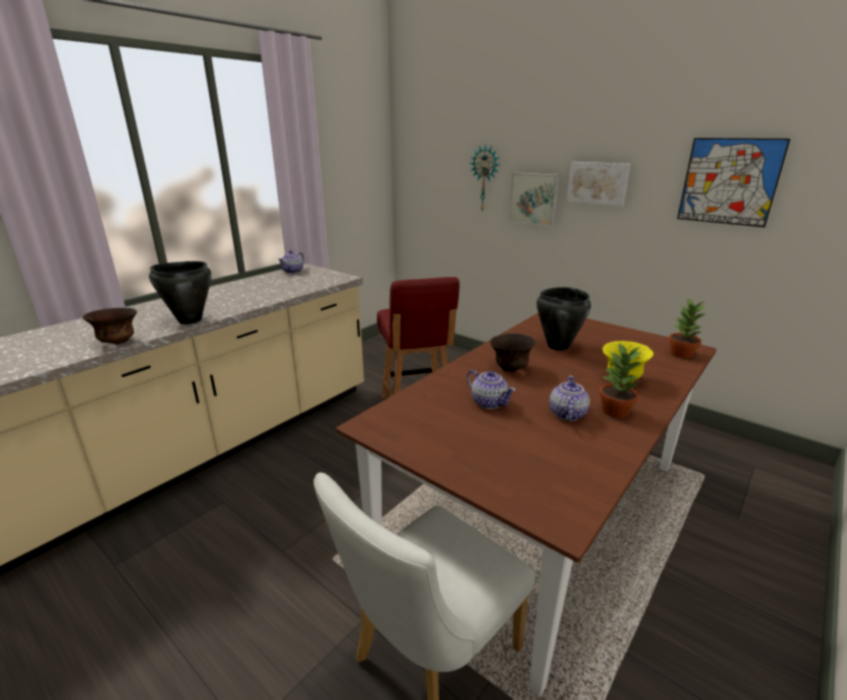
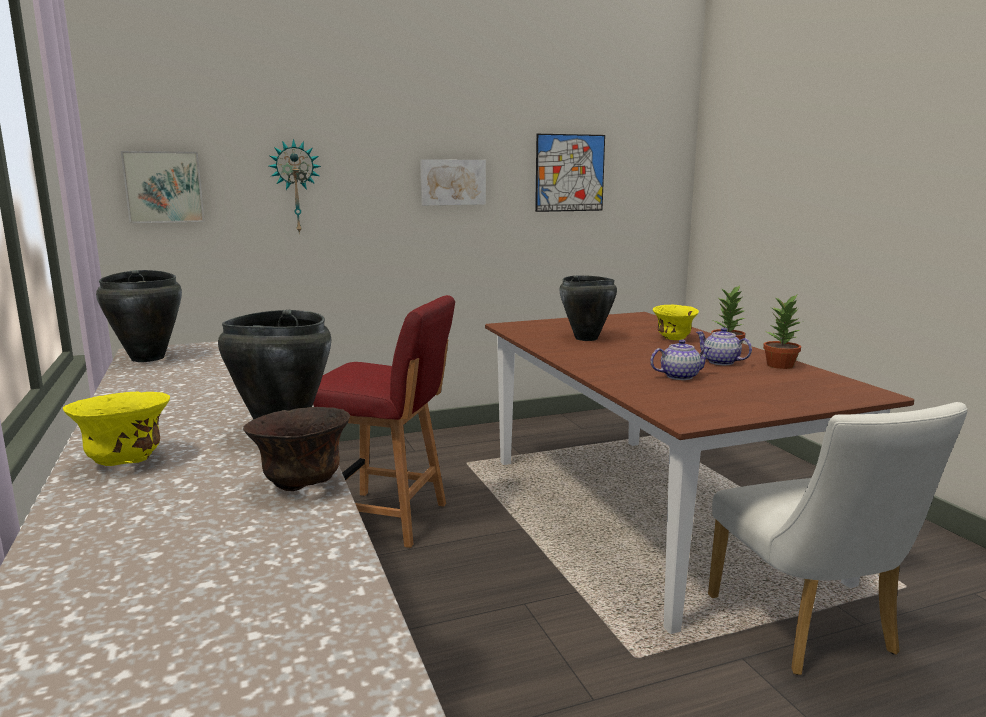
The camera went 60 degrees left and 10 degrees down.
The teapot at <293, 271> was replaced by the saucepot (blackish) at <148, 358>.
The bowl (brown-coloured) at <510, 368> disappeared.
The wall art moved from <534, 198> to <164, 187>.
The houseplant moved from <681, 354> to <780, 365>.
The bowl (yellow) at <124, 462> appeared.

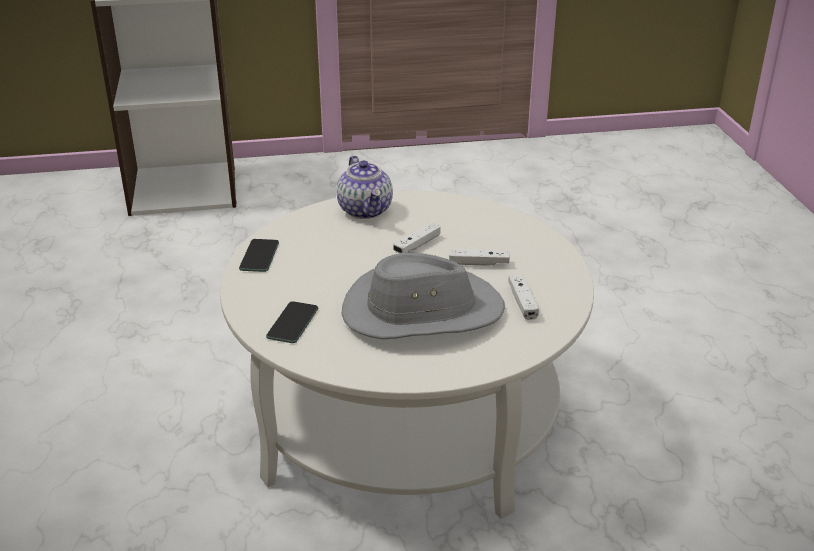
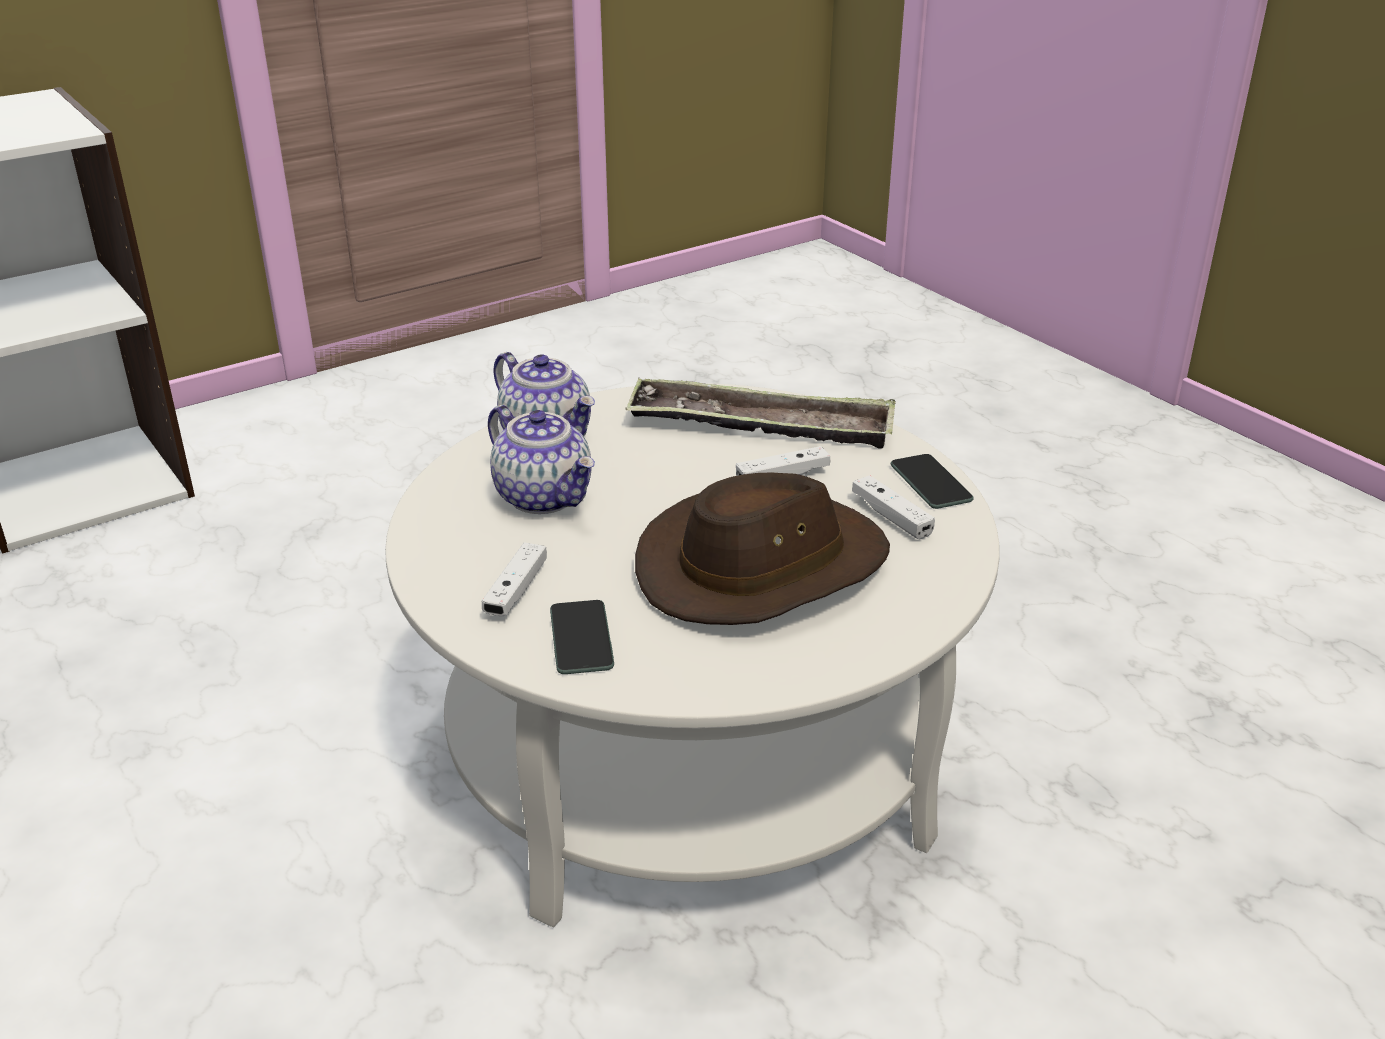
The camera went 25 degrees left and 0 degrees up.
The handset moved from <259, 256> to <930, 482>.
The hat (grey) at <421, 311> became the hat (brown-coloured) at <762, 567>.
The gamepad (whitish) moved from <417, 245> to <516, 591>.
The teapot at <545, 497> appeared.
The tray at <761, 425> appeared.

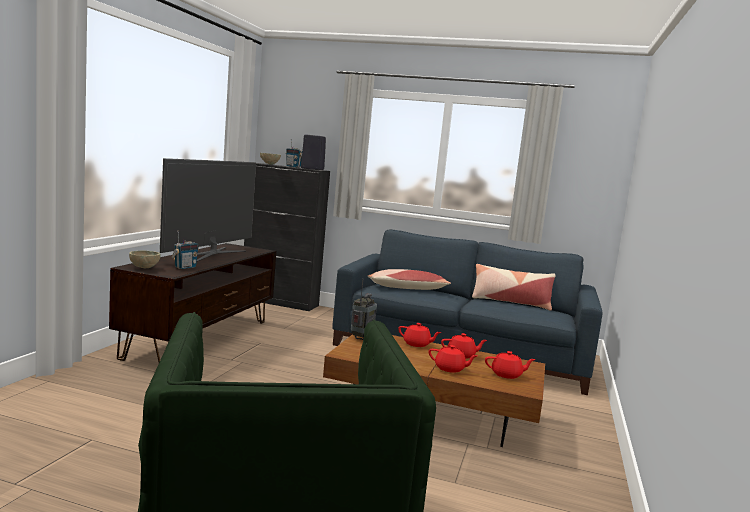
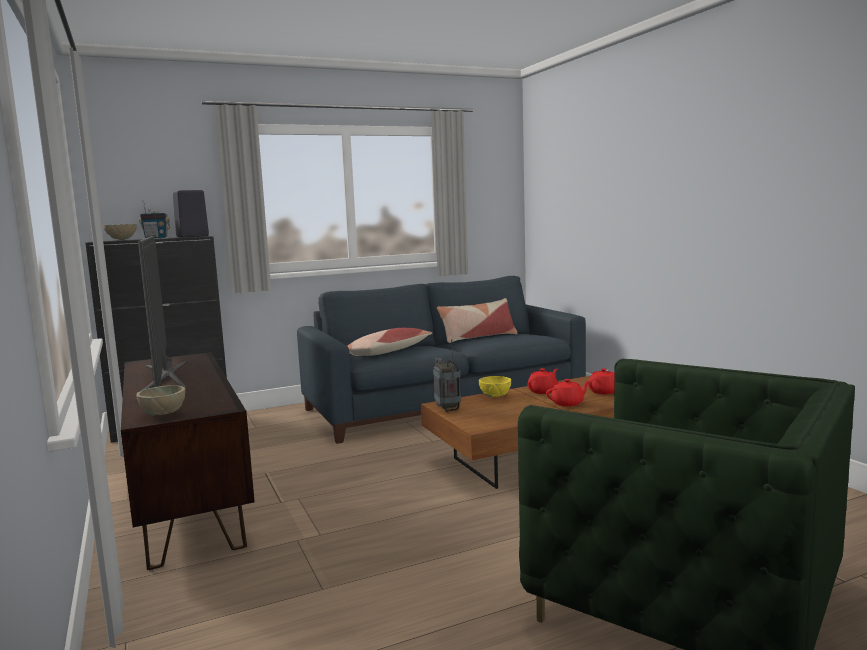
The camera went 40 degrees left and 0 degrees up.
The radio at <185, 267> disappeared.
The teapot (reddish) at <417, 344> was replaced by the bowl (yellow) at <495, 396>.

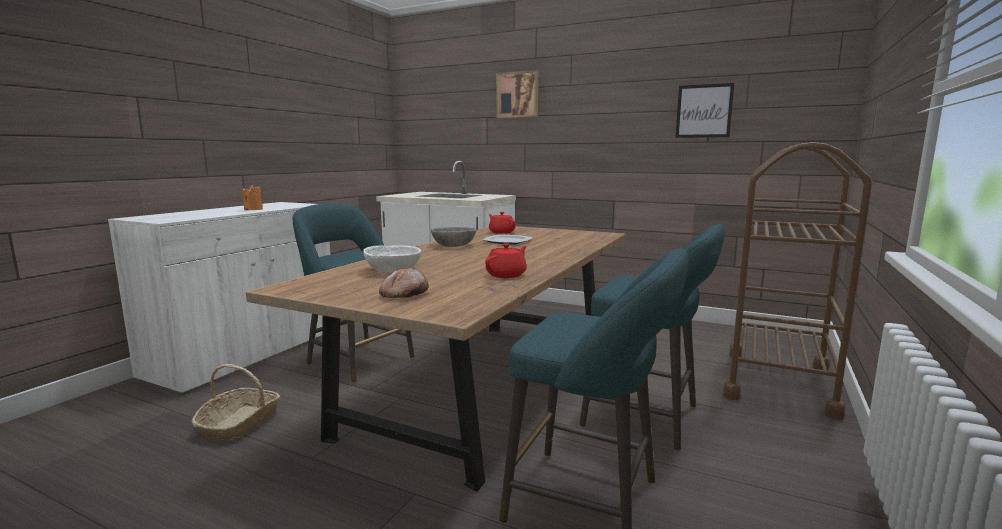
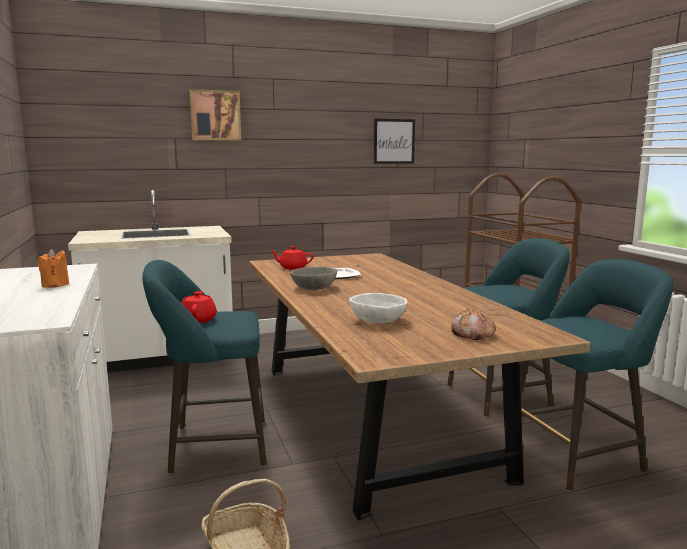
The camera went 45 degrees left and 0 degrees up.
The teapot (reddish) moved from <507, 275> to <198, 319>.

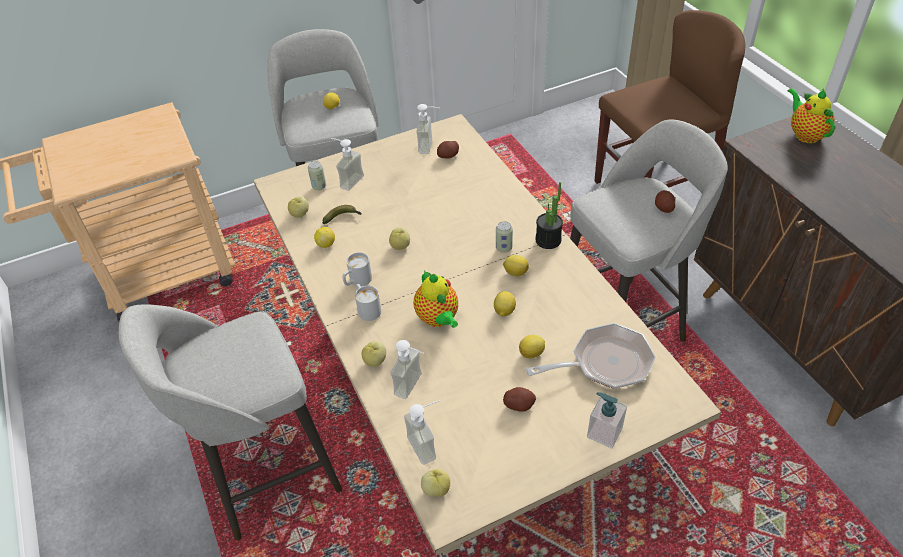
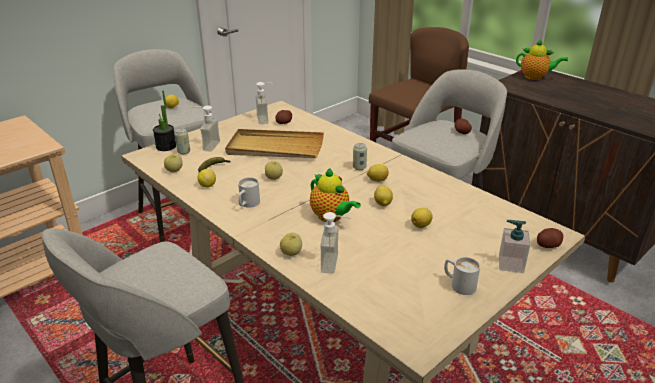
The camera went 20 degrees left and 15 degrees down.
The tea mug (whitish) moved from <367, 308> to <458, 284>.
The soap dispenser at <428, 444> disappeared.
The apple fruit at <436, 489> disappeared.
The potato moved from <519, 405> to <548, 245>.
The pan at <605, 363> disappeared.
The houseplant moved from <548, 240> to <166, 146>.
The teapot at <805, 134> turned 150 degrees clockwise.
The tray (sand-coloured) at <275, 148> appeared.

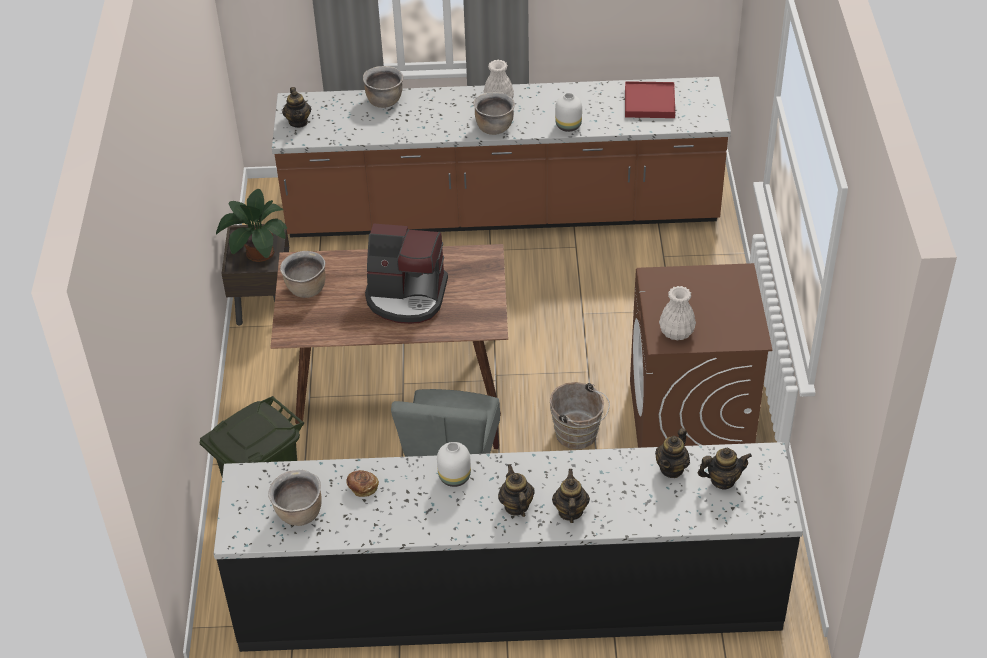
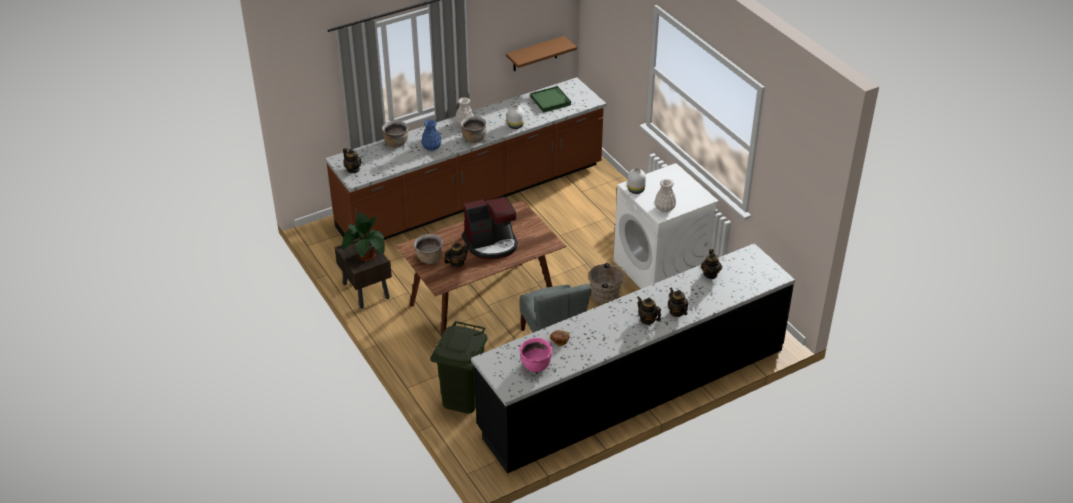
The camera went 30 degrees left and 5 degrees down.
The saucepot (brown-coloured) at <299, 514> became the saucepot (pink) at <536, 366>.
The decorative vase (whitish) moved from <455, 476> to <636, 190>.
The tray (reddish) at <649, 102> became the tray (greenish) at <550, 101>.
The laundry appliance (brown-coloured) at <690, 422> became the laundry appliance (whitish) at <661, 270>.
The teapot moved from <722, 480> to <457, 263>.
The decorative vase (bluish) at <431, 147> appeared.
The shelf (brown-coloured) at <535, 54> appeared.

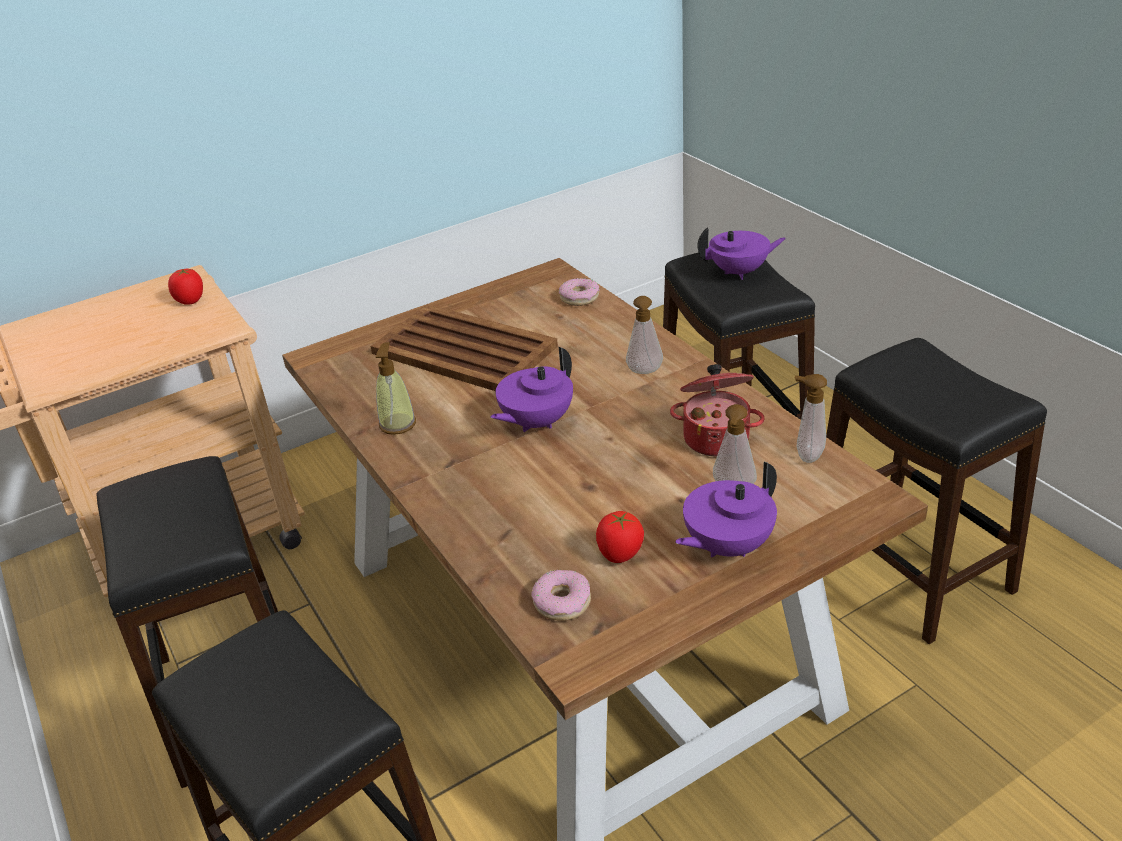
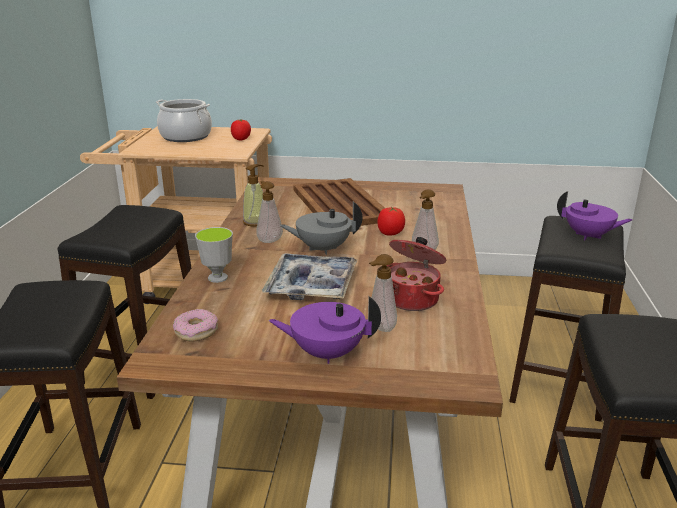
The camera went 35 degrees right and 10 degrees down.
The teapot (purple) at <536, 422> became the teapot (grey) at <322, 249>.
The donut at <579, 298> disappeared.
The whole tomato moved from <620, 554> to <390, 233>.
The soap dispenser moved from <806, 455> to <269, 240>.
The saucepot at <185, 137> appeared.
The cup at <217, 278> appeared.
The tray at <311, 285> appeared.

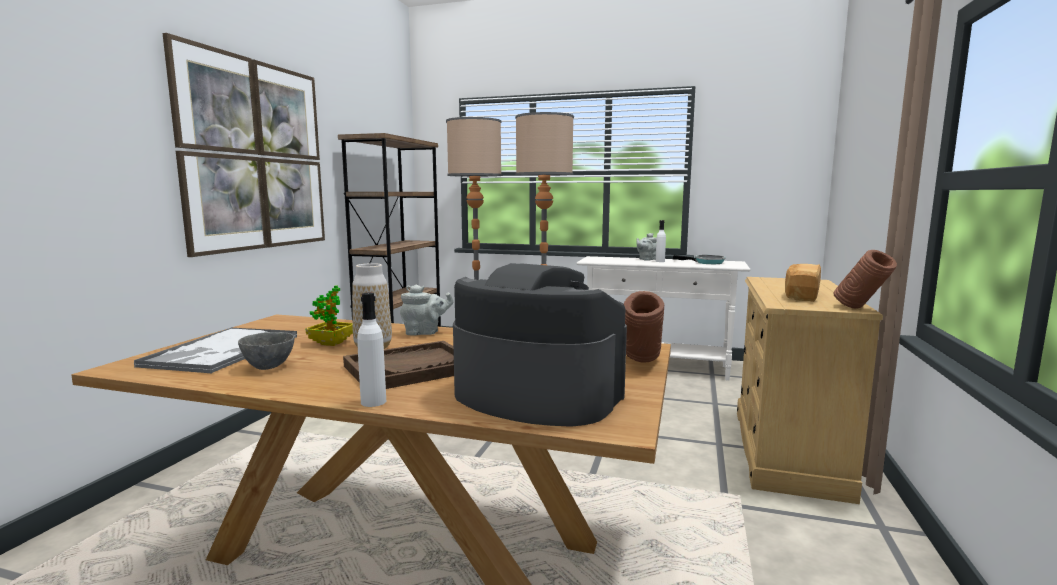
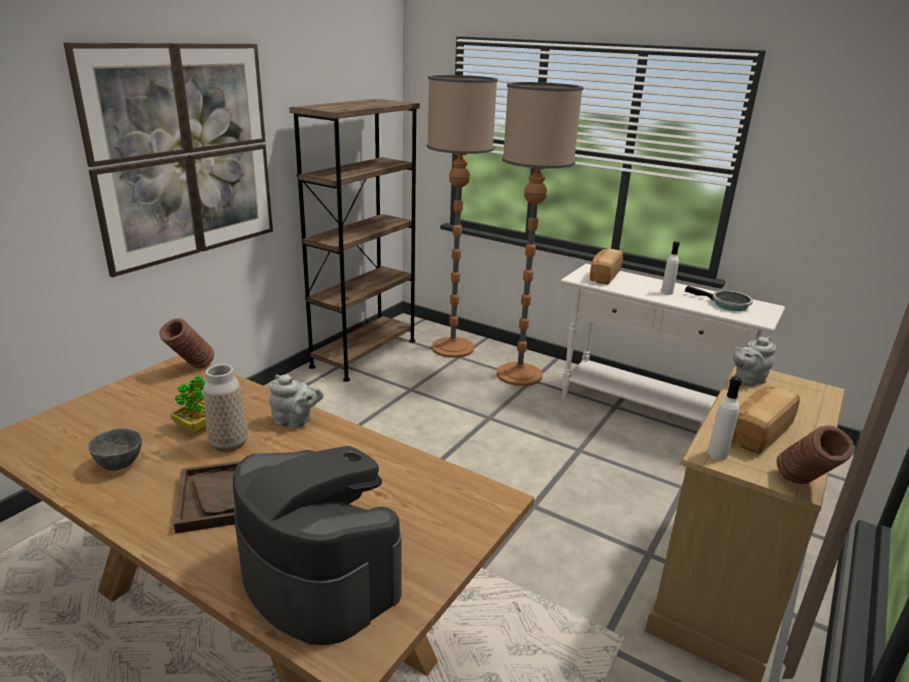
The camera went 15 degrees right and 15 degrees up.
The tray at <222, 351> disappeared.
The bottle (whitish) moved from <373, 402> to <717, 454>.
The decorative vase (brown-coloured) moved from <641, 364> to <191, 369>.
The teapot (grey) moved from <646, 259> to <747, 380>.
The bakery bread at <603, 276> appeared.

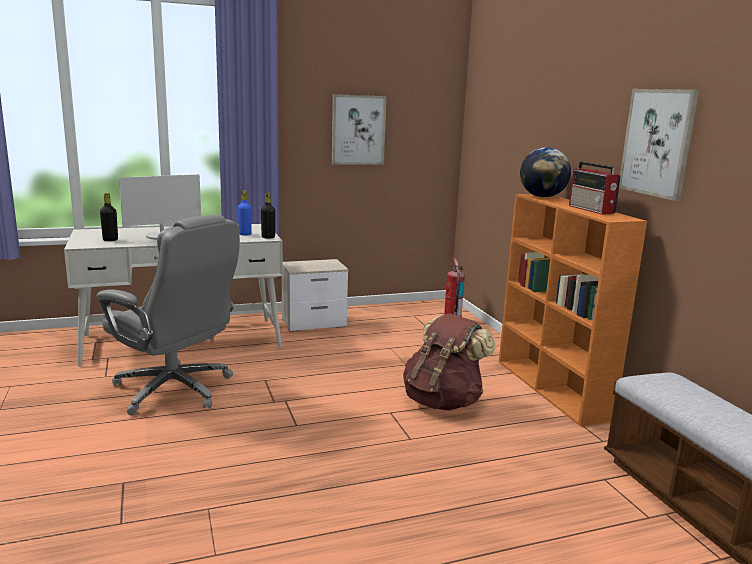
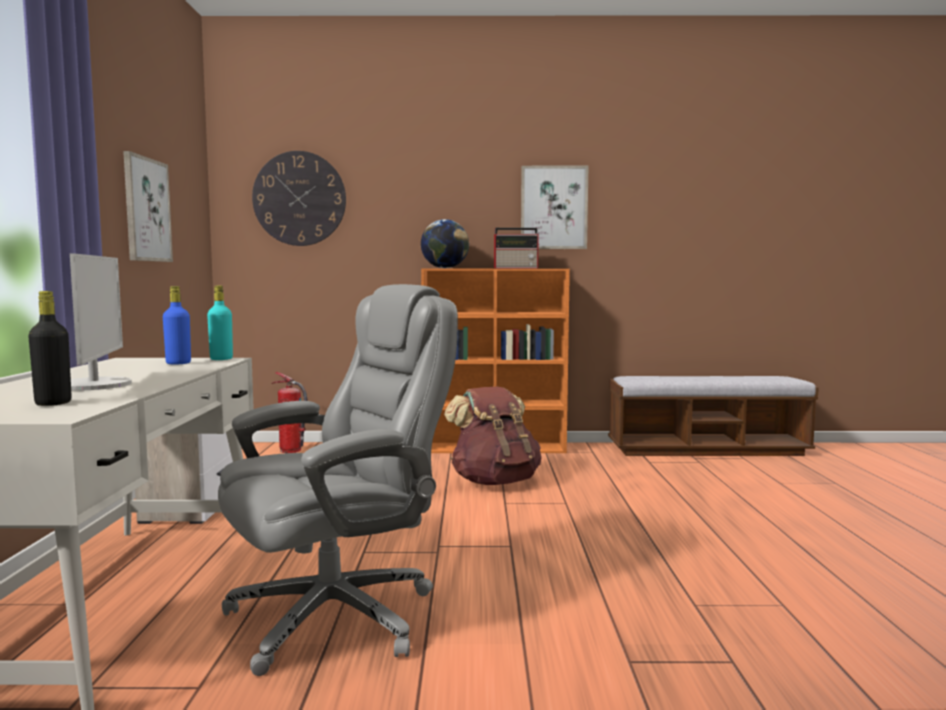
The camera went 70 degrees left and 10 degrees down.
The bottle (blackish) at <268, 237> became the bottle (turquoise) at <221, 359>.
The clock on the wall at <299, 198> appeared.

